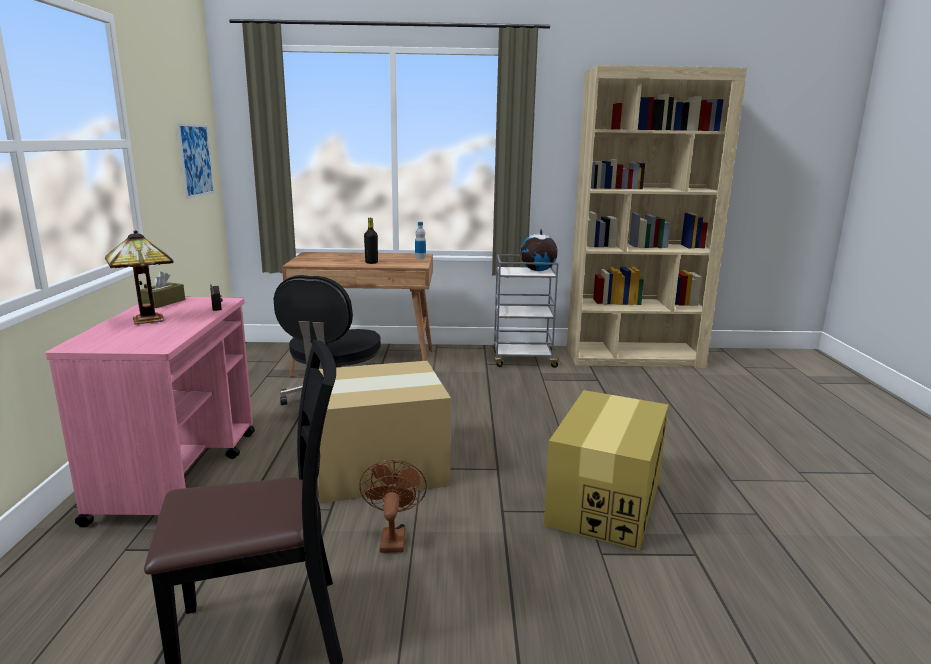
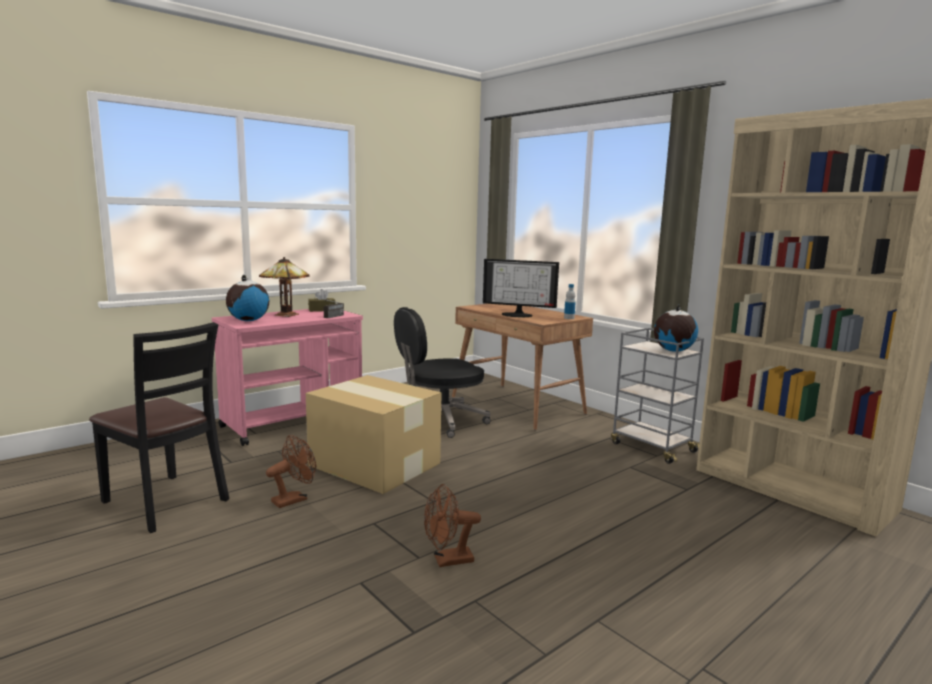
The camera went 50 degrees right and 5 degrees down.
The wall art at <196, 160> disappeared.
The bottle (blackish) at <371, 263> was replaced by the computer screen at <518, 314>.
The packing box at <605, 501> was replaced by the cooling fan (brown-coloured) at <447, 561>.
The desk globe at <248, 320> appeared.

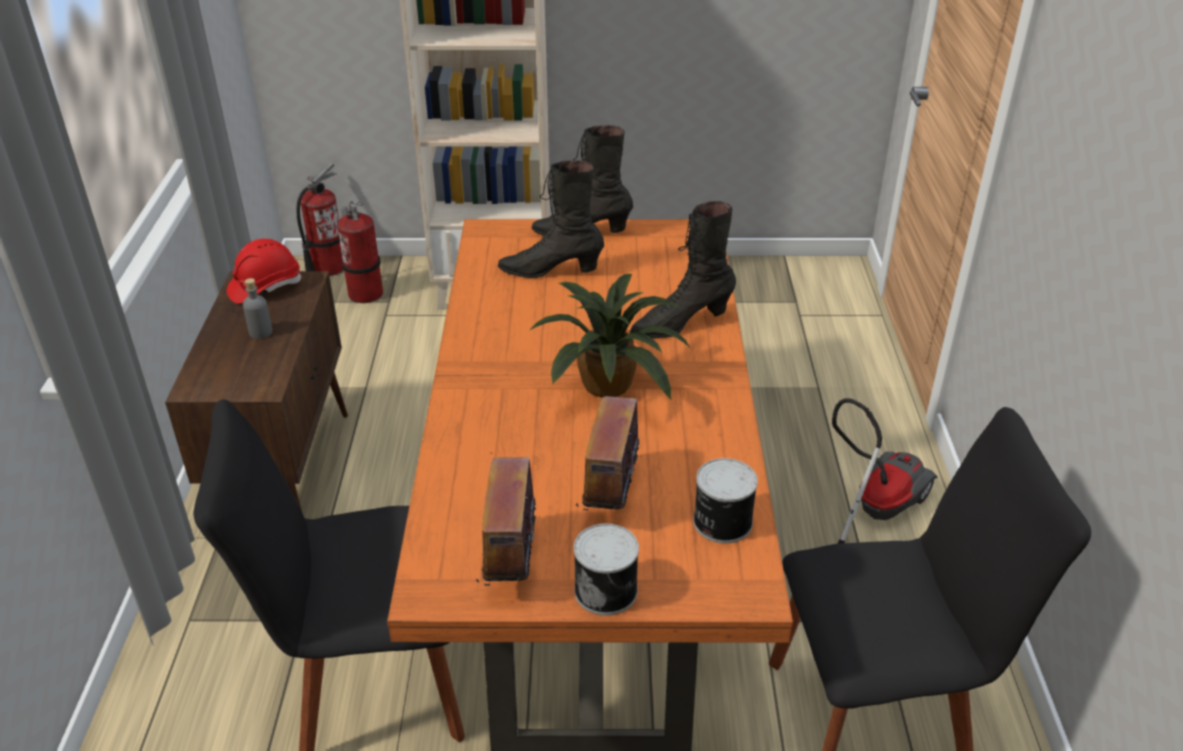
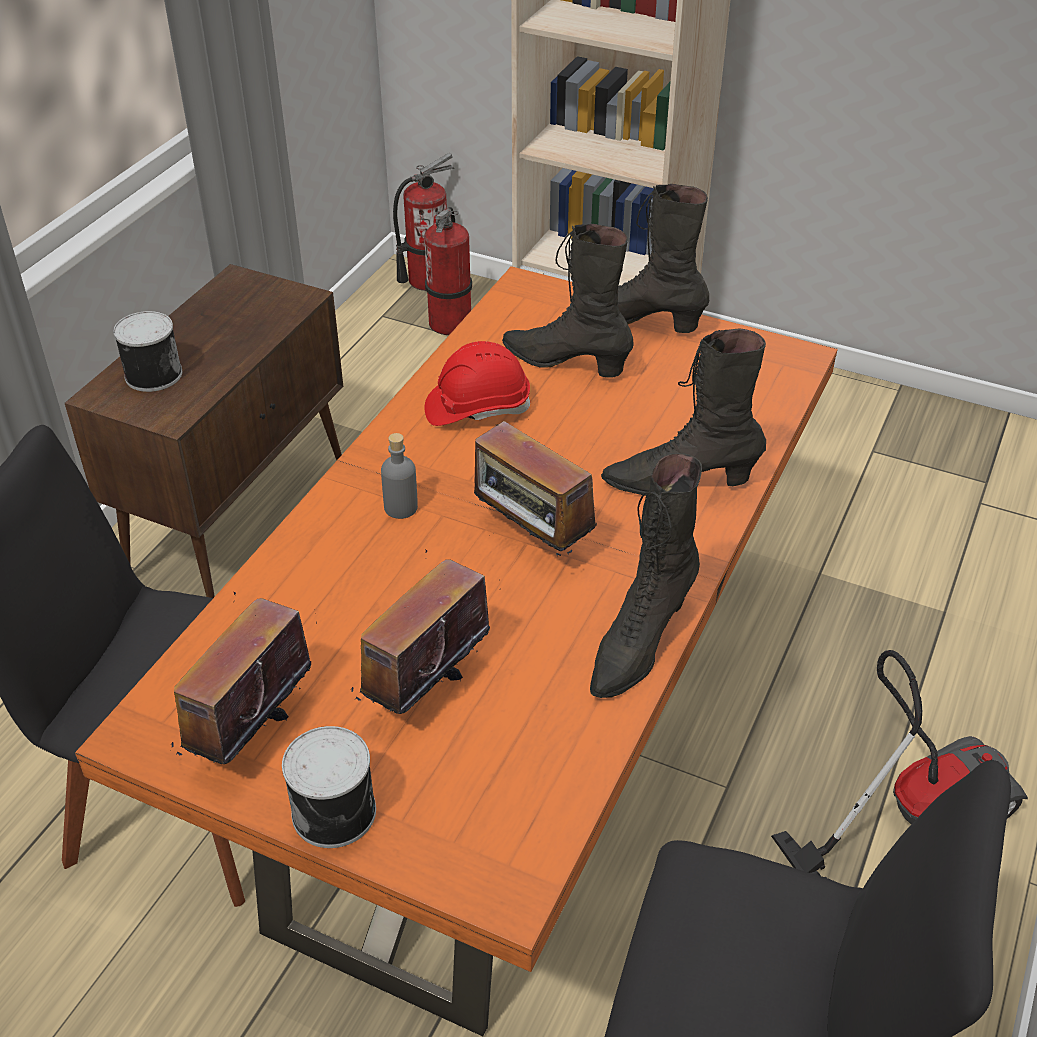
The camera went 25 degrees right and 5 degrees up.
The hard hat (reddish) moved from <265, 287> to <477, 407>.
The bottle (grey) moved from <261, 332> to <401, 507>.
The houseplant at <611, 385> was replaced by the radio at <532, 540>.
The can moved from <721, 522> to <152, 374>.
The tall boot (blackish) at <639, 643> appeared.

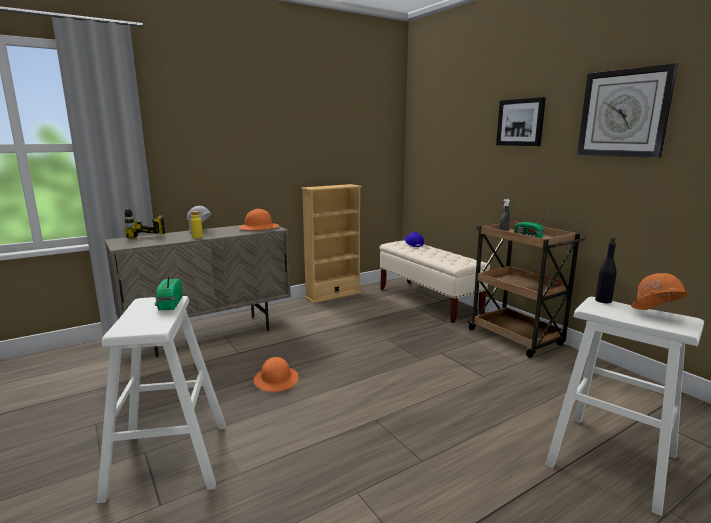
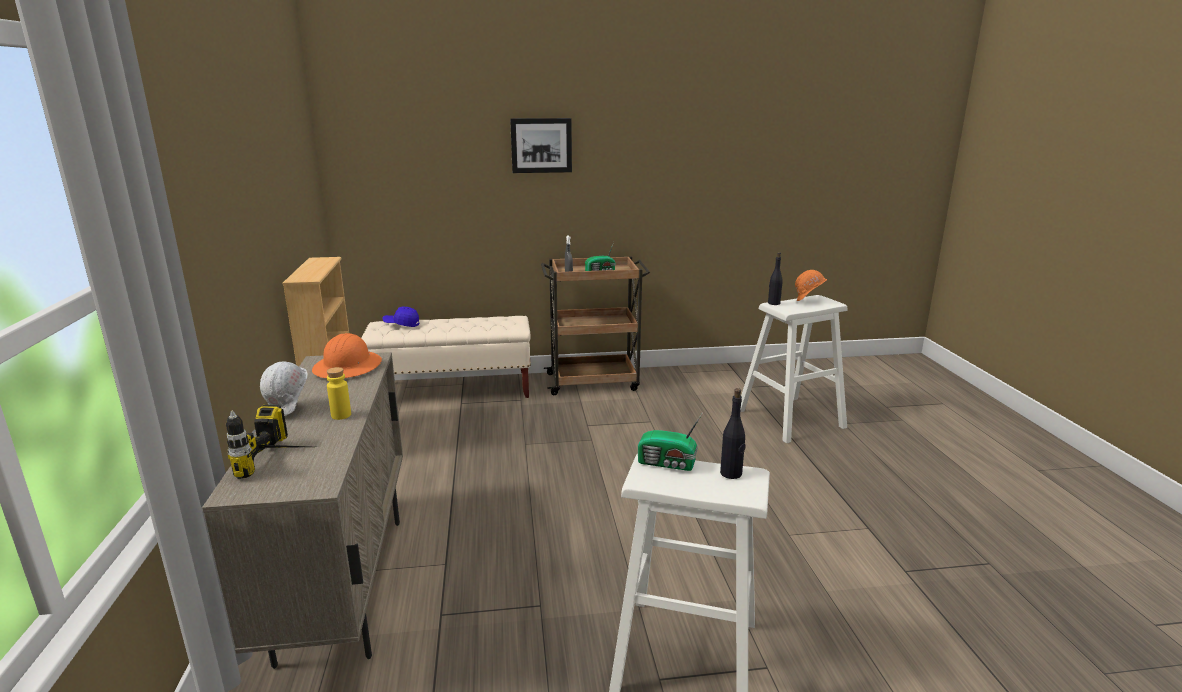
The camera went 65 degrees left and 5 degrees up.
The hard hat (orange-coloured) at <276, 380> disappeared.
The clock on the wall at <624, 113> disappeared.
The bottle (blackish) at <731, 473> appeared.

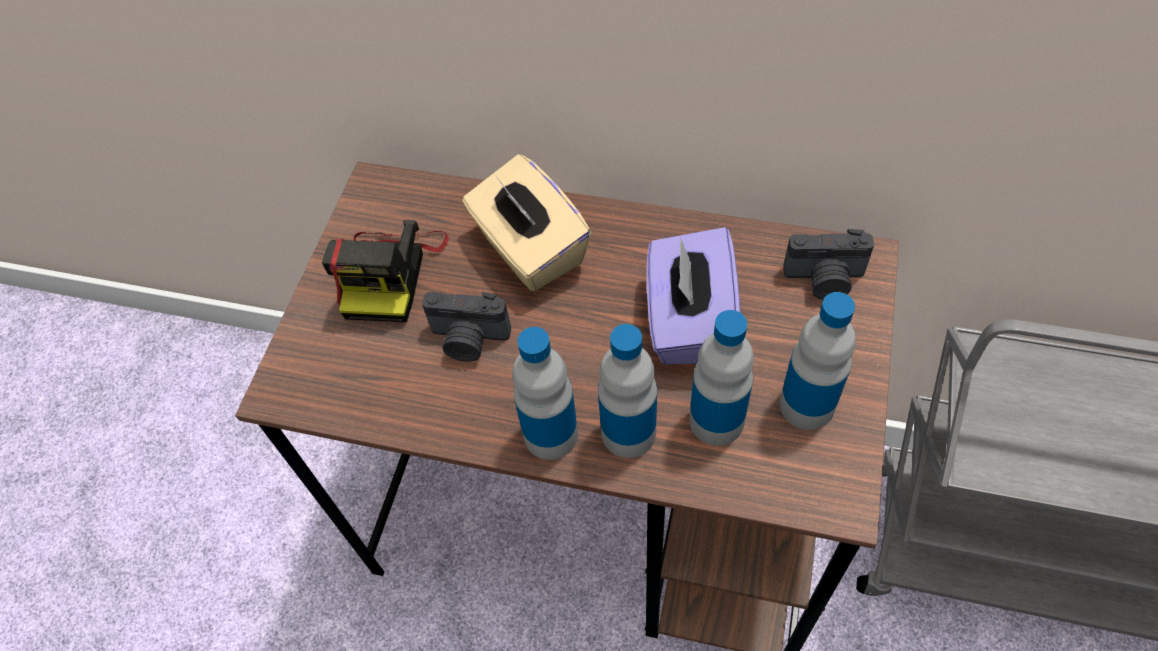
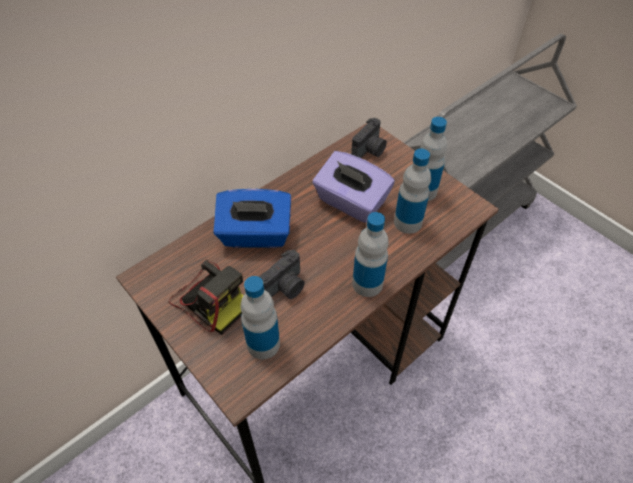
The camera went 60 degrees left and 5 degrees down.
The tissue holder (sand-coloured) at <529, 249> became the tissue holder (bluish) at <255, 235>.
The bottle moved from <628, 432> to <263, 344>.

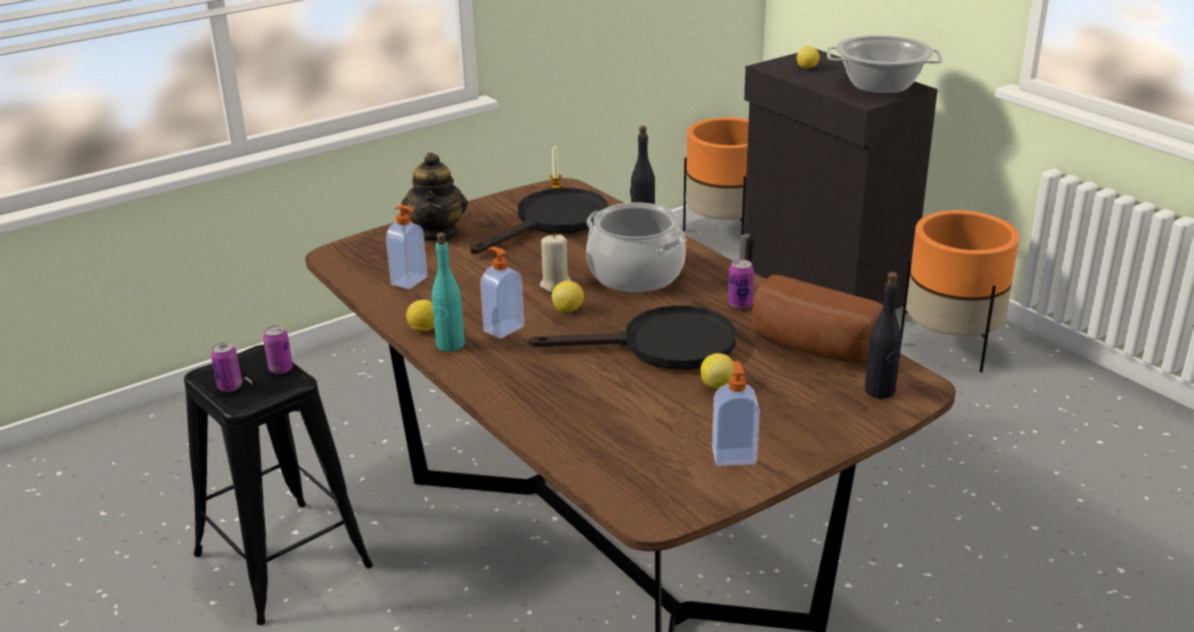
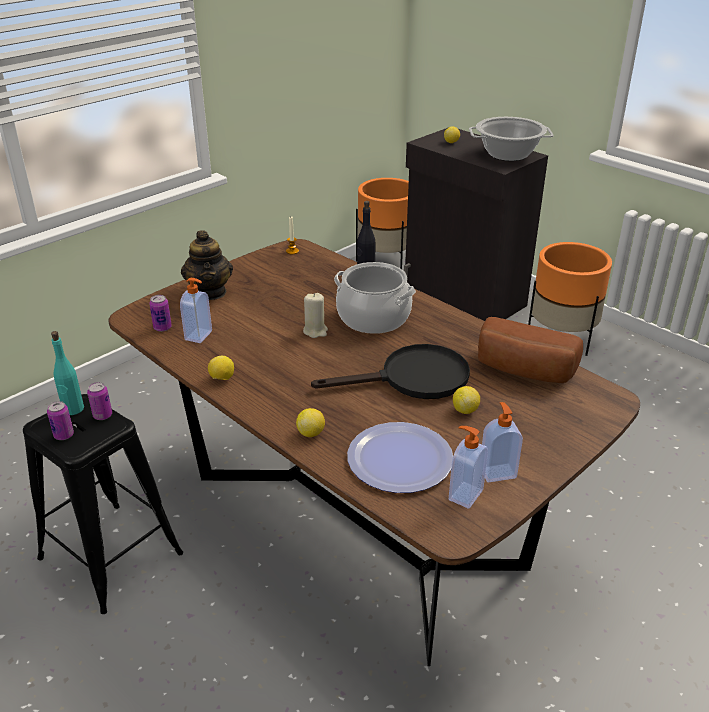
The camera went 10 degrees left and 5 degrees up.
The bottle (turquoise) moved from <450, 345> to <73, 409>.
The pan (blackish) at <553, 222> disappeared.
The soap dispenser moved from <503, 328> to <464, 494>.
The citrus fruit moved from <568, 310> to <311, 433>.
The can moved from <739, 304> to <162, 328>.
The bottle (blackish) at <880, 391> disappeared.
The dinner plate at <399, 459> appeared.

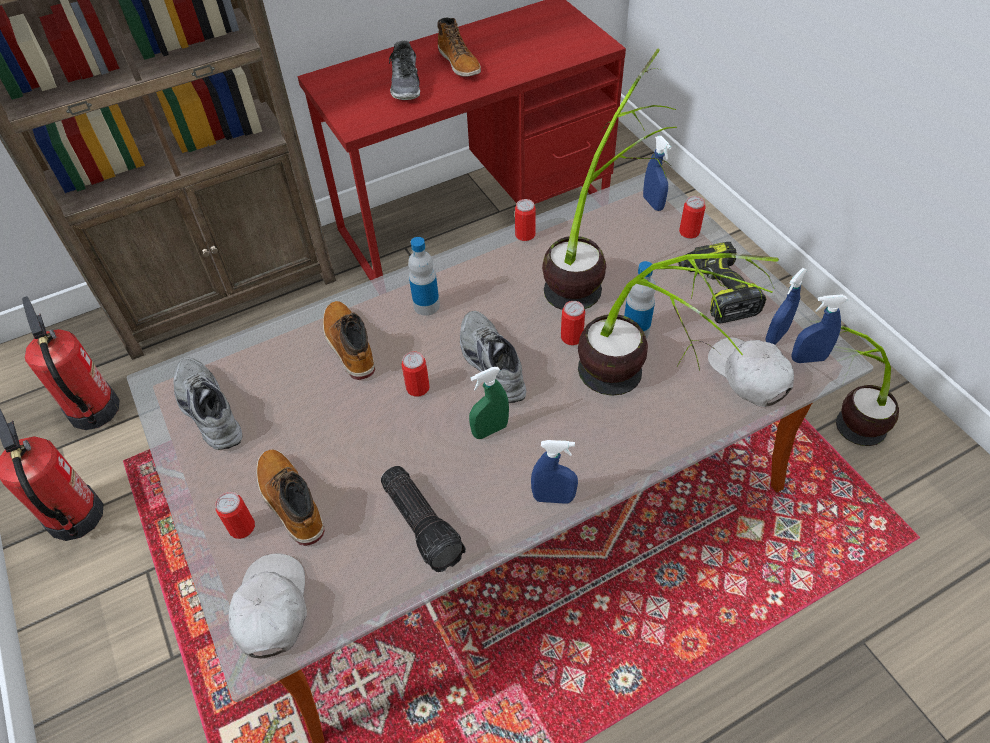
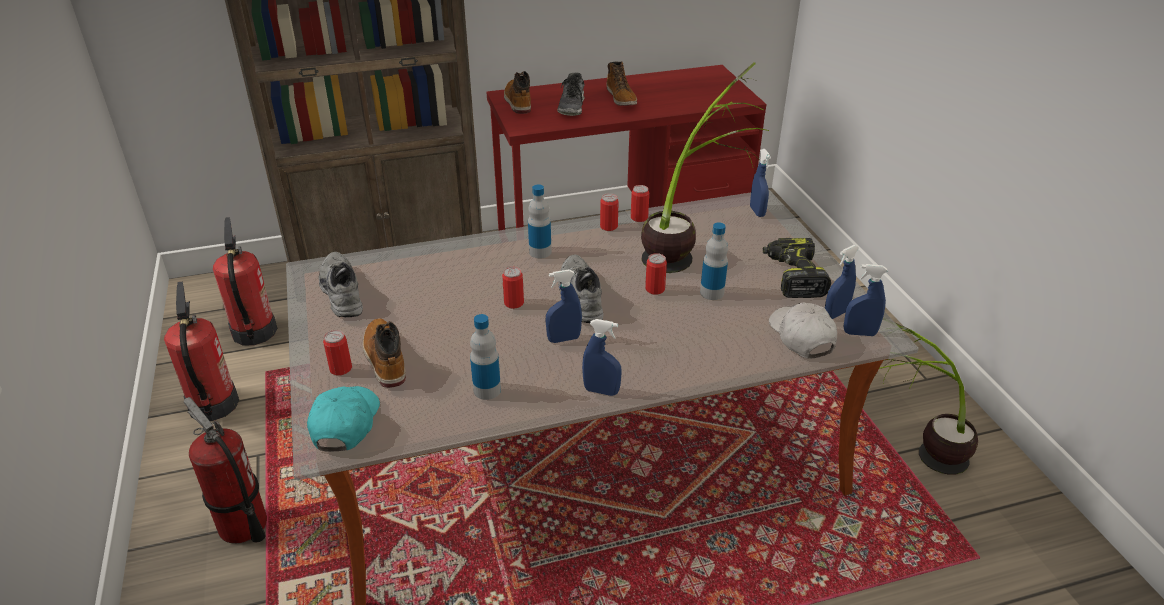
The camera went 10 degrees right and 15 degrees down.
The baseball cap (whitish) at <271, 609> became the baseball cap (turquoise) at <345, 424>.
The tall boot moved from <349, 346> to <517, 102>.
The flashlight at <423, 523> was replaced by the bottle at <487, 390>.
The sprayer (greenish) at <490, 430> became the sprayer (bluish) at <564, 339>.
The houseplant at <642, 390> disappeared.
The can moved from <689, 232> to <608, 226>.
The extinguisher at <242, 526> appeared.

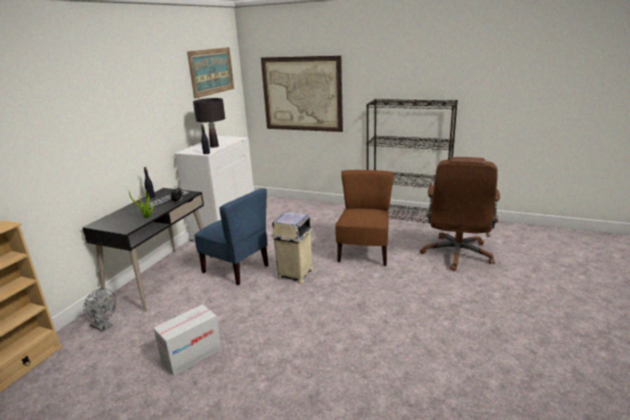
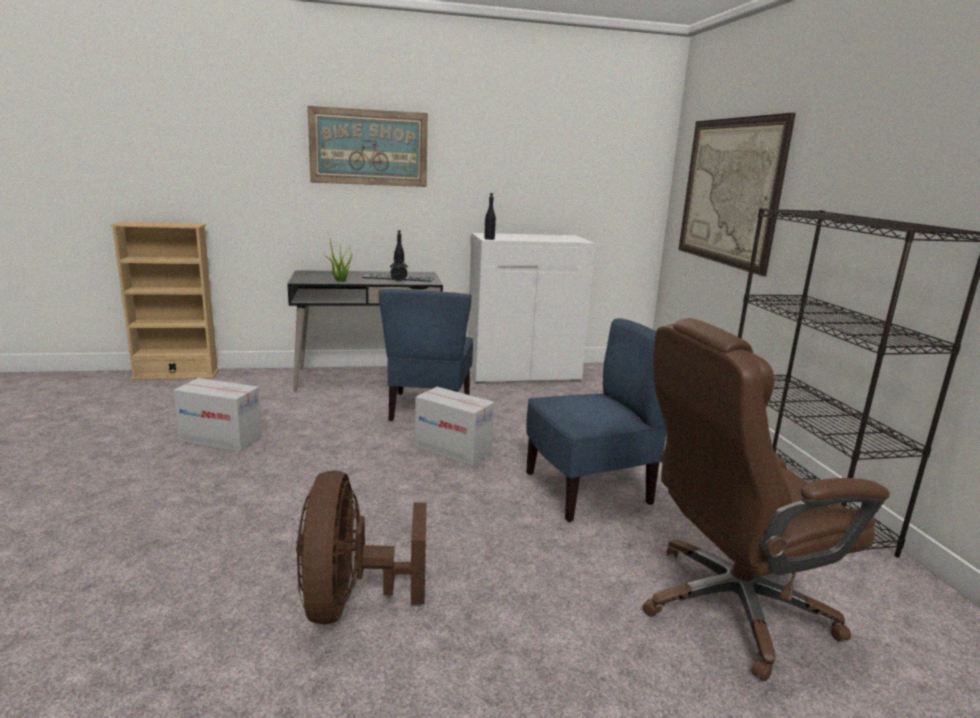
The camera went 55 degrees right and 5 degrees down.
The cooling fan (grey) at <104, 326> disappeared.
The wall art moved from <211, 71> to <369, 147>.
The lamp for a table (blackish) at <214, 146> disappeared.
The waste bin (sand-coloured) at <295, 274> was replaced by the packing box at <453, 450>.
The chair (brown-coloured) at <364, 253> became the chair (bluish) at <589, 490>.
The cooling fan (brown-coloured) at <351, 601> appeared.

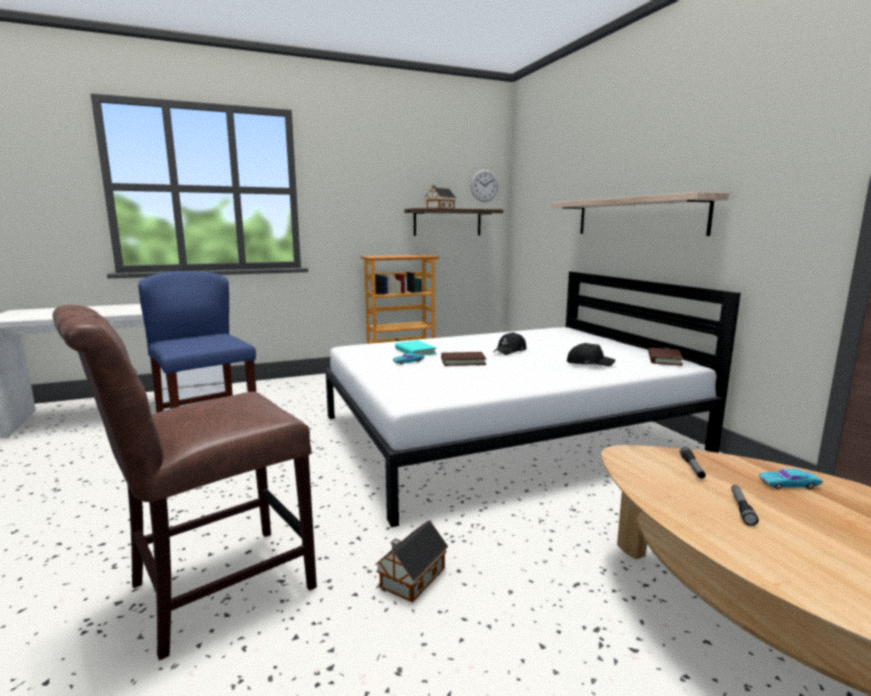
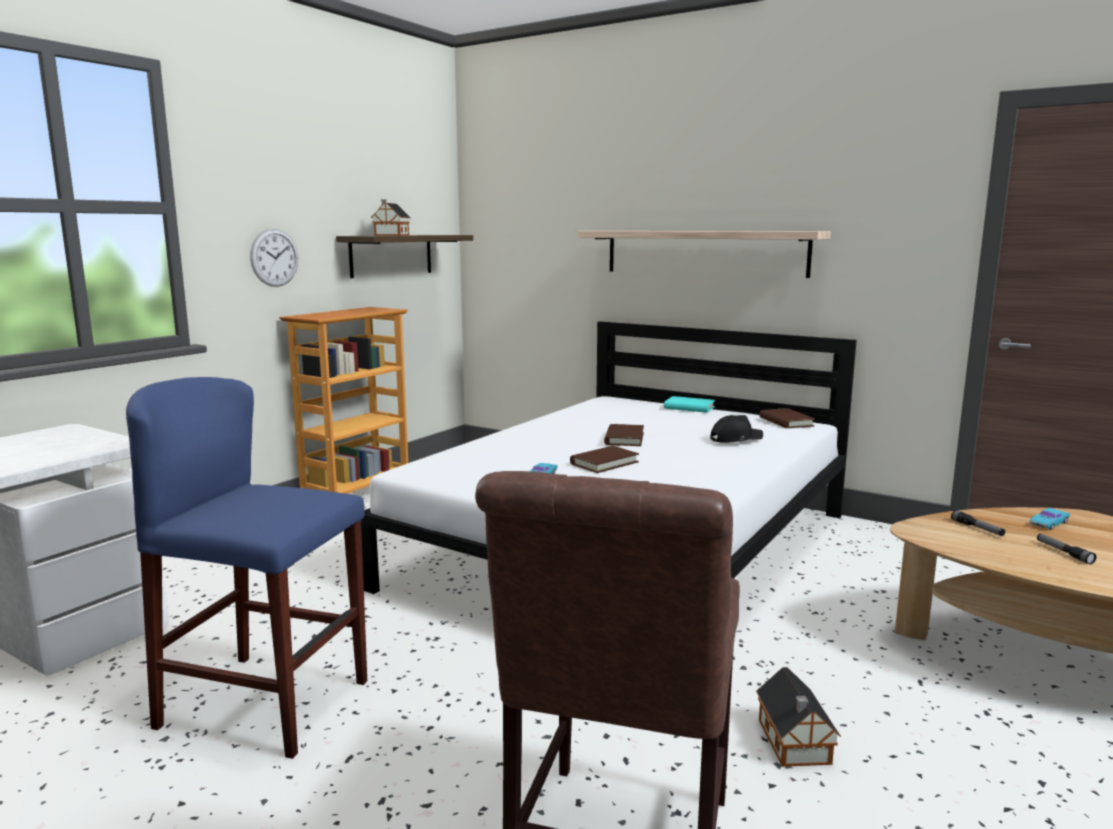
The camera went 35 degrees left and 0 degrees up.
The bound book (turquoise) moved from <415, 351> to <689, 407>.
The clock on the wall moved from <484, 185> to <274, 258>.
The baseball cap (blackish) at <510, 351> was replaced by the bound book (brown-coloured) at <624, 438>.

